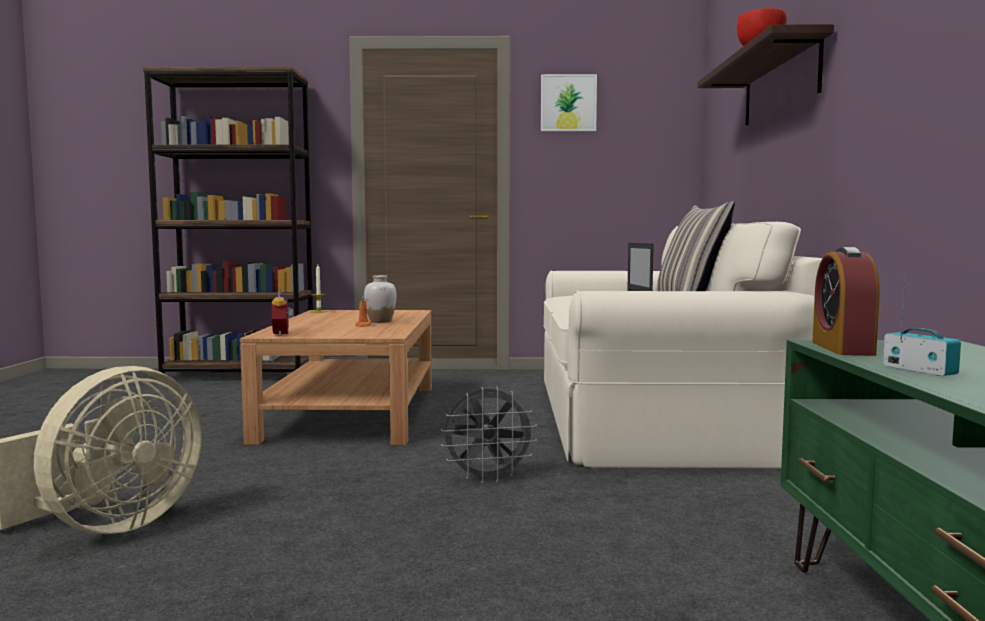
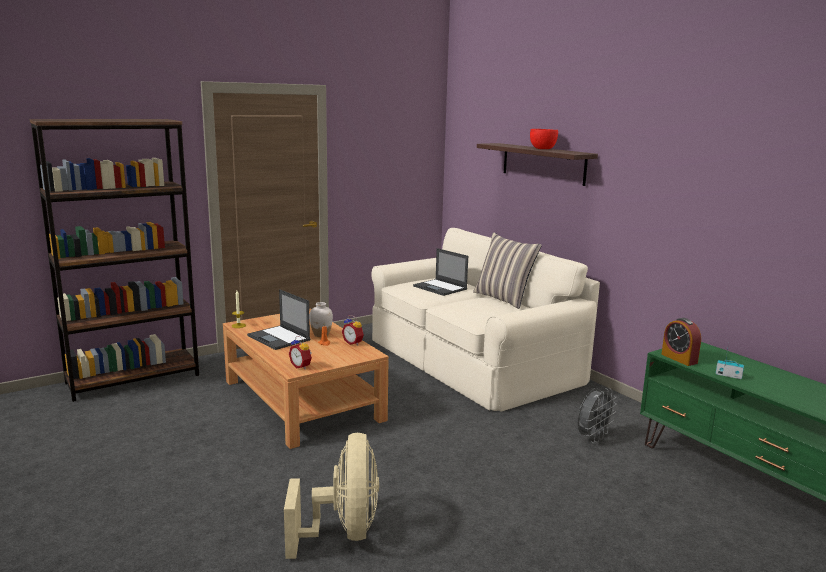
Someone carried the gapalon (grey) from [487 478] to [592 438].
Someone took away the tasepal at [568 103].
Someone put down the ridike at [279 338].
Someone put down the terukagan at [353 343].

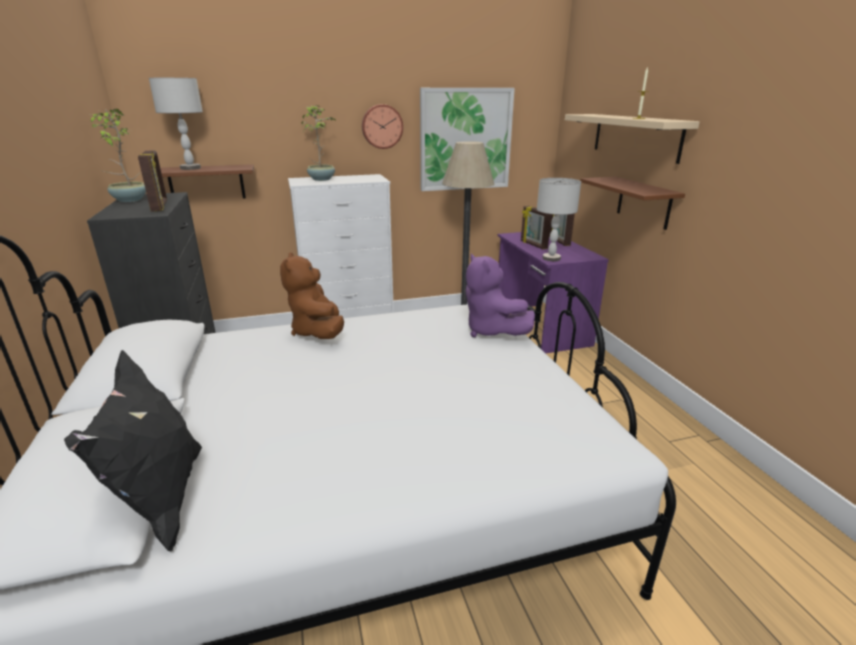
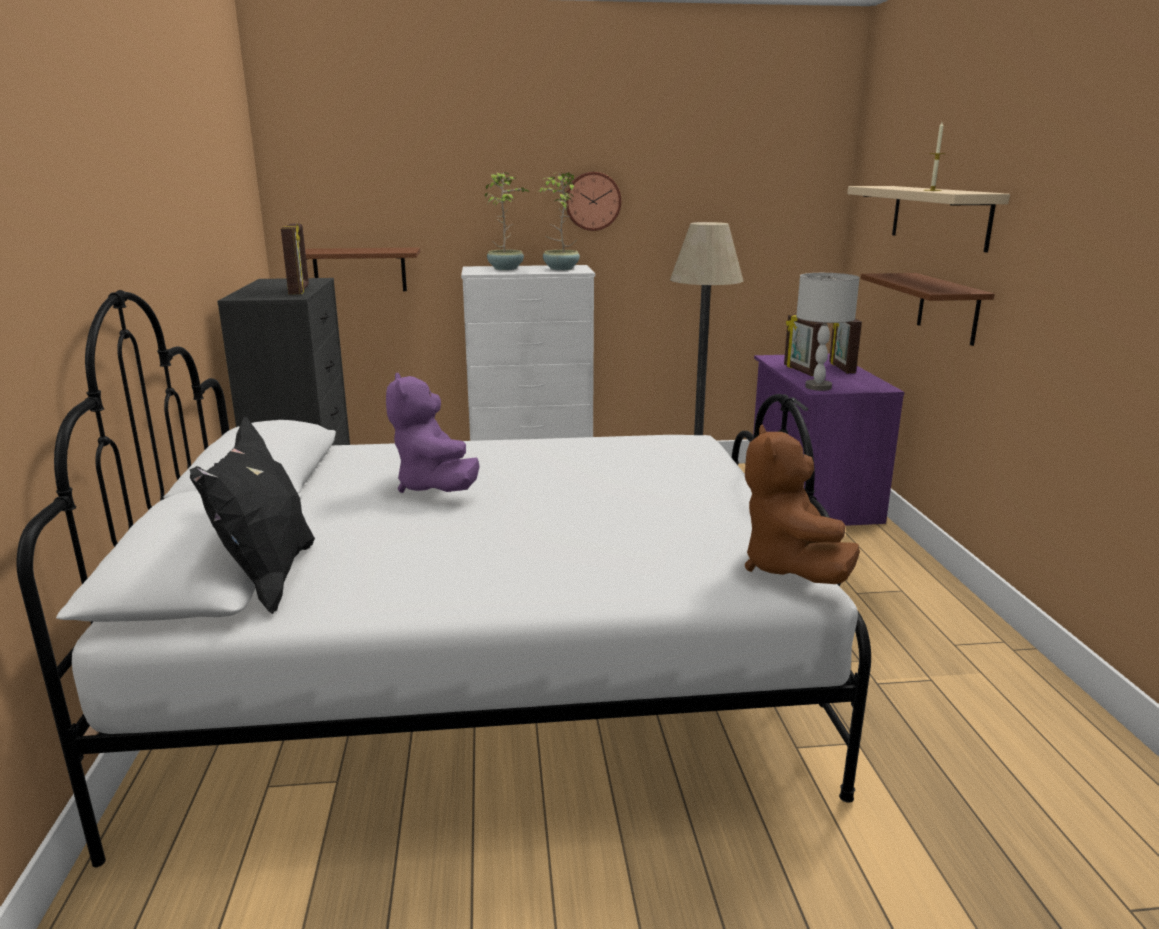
Someone carried the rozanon from [129 200] to [560 269].
Someone took away the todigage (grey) at [191 168].
Someone carried the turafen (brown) from [318 332] to [789 568].
Someone took away the tasepal at [465 140].
Someone carried the turafen (purple) from [491 331] to [435 487].

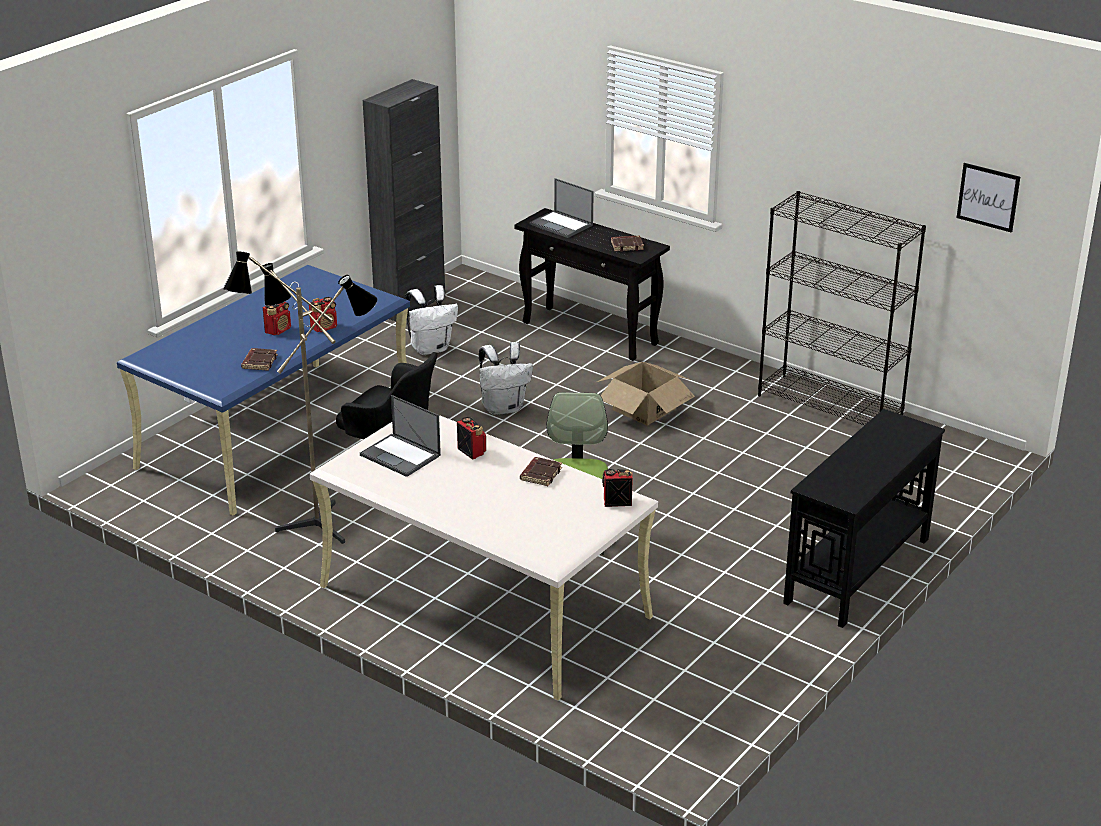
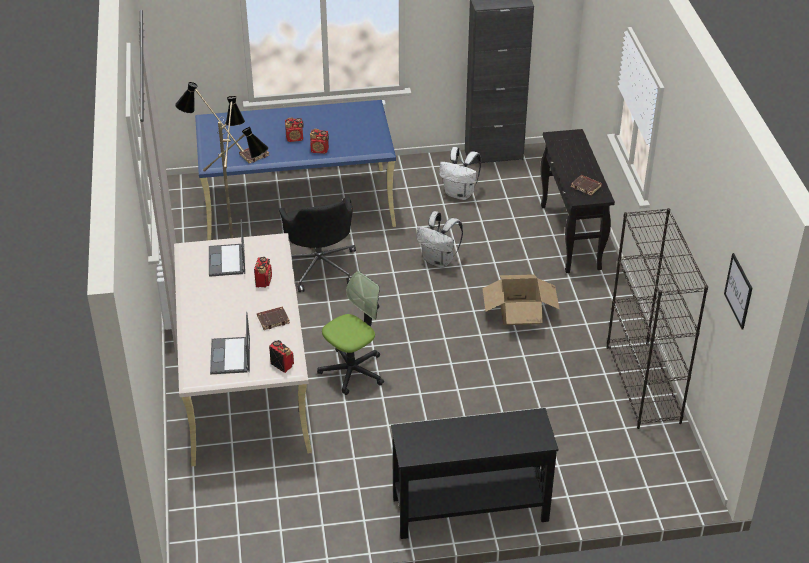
Someone carried the ridike from [562 225] to [230 356].

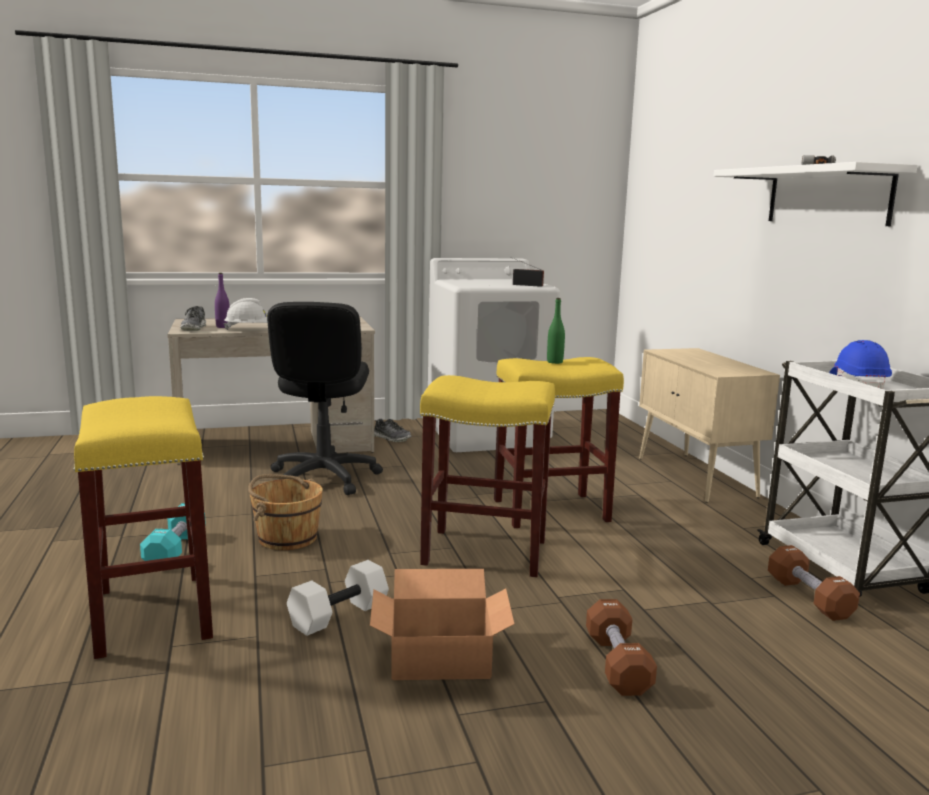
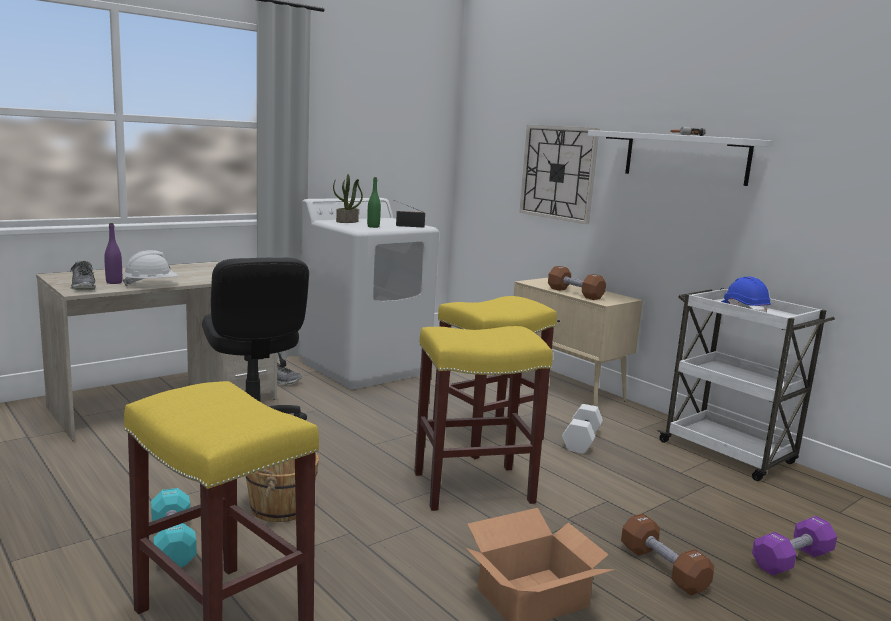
Someone carried the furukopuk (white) from [338 614] to [580 440].
Someone carried the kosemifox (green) from [555 362] to [373 227].
Someone carried the furukopuk (brown) from [809 597] to [575 293].
Someone put down the rozanon at [347 221].
Someone put up the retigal at [558 173].
Someone put down the furukopuk (purple) at [791 560].

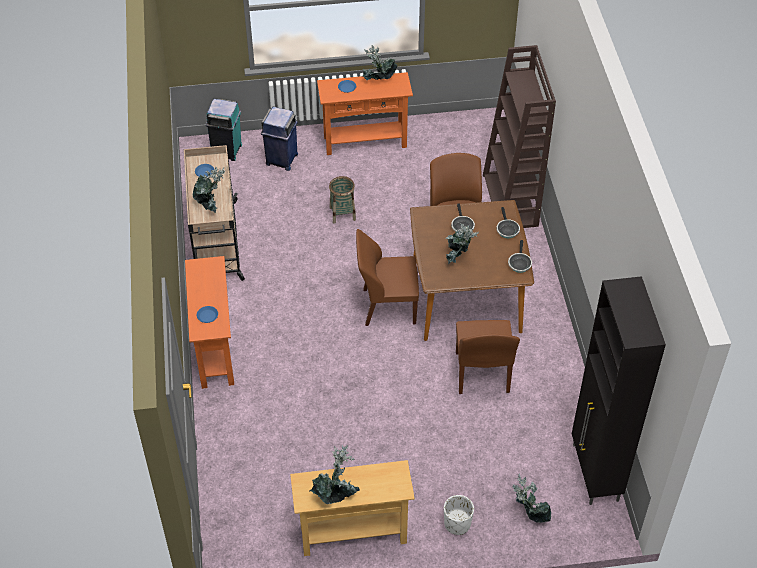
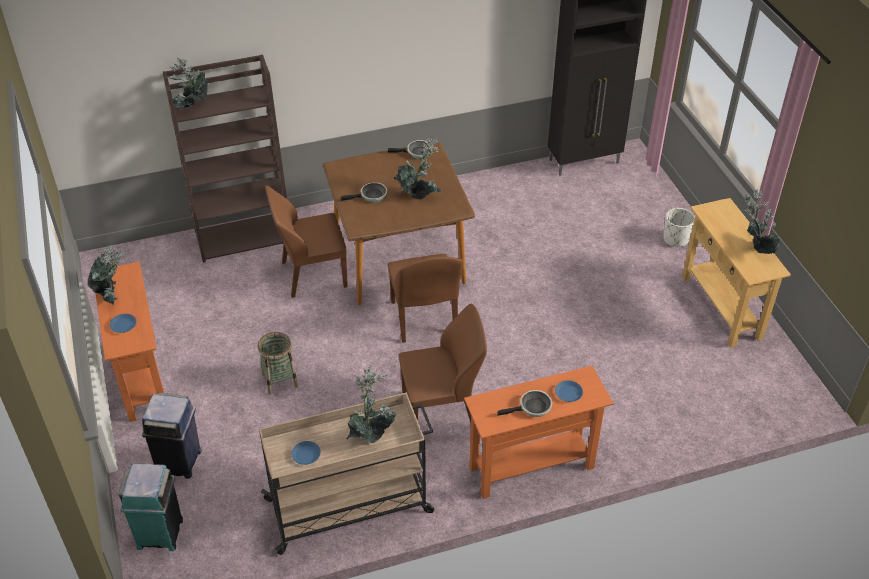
Someone carried the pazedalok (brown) from [482 374] to [441 409].
Someone carried the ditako from [507 229] to [532 408].
Someone carried the rozanon from [528 514] to [193 108].

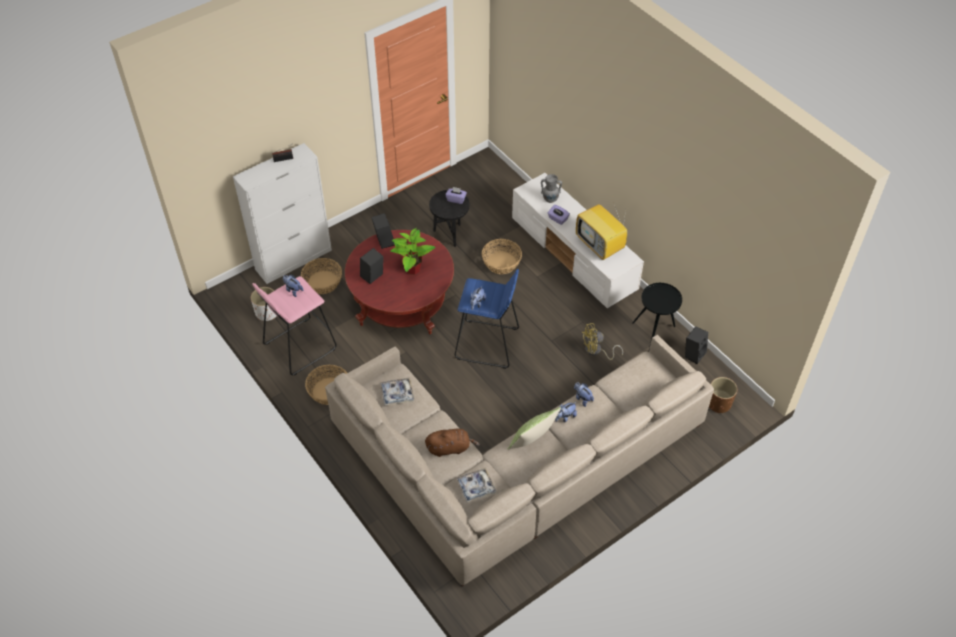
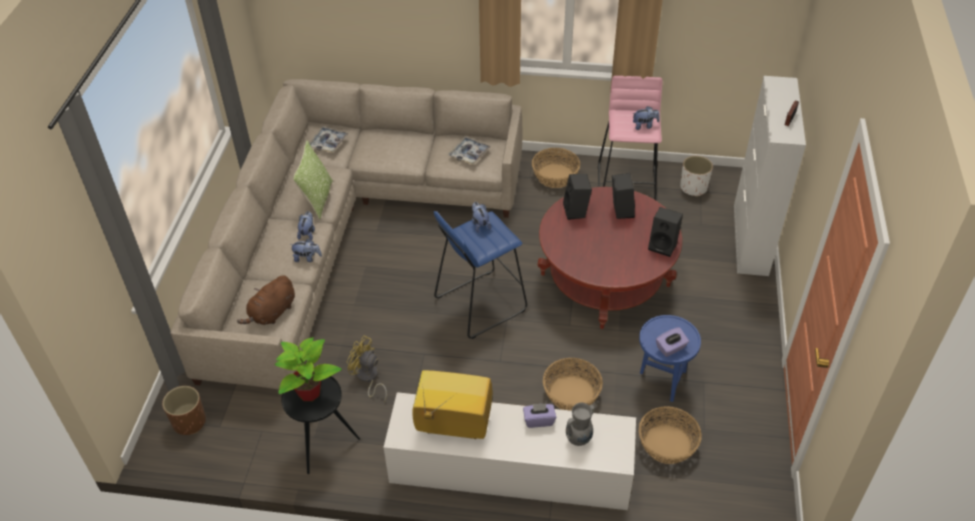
Someone carried the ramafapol from [322 282] to [667 444].
Someone carried the rozanon from [412 269] to [309 392].
Someone carried the turafen (brown) from [450 448] to [272 313].
Someone repainted the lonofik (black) at [450 235], which became the lonofik (blue) at [662 380].
Someone rotated the gapalon (yellow) at [596 351] by 90 degrees counterclockwise.
Someone carried the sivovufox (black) from [693 354] to [577 211].

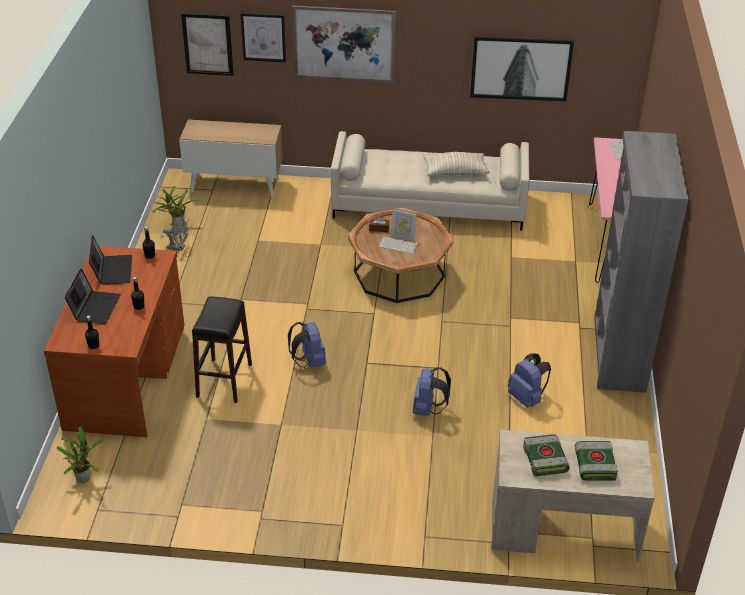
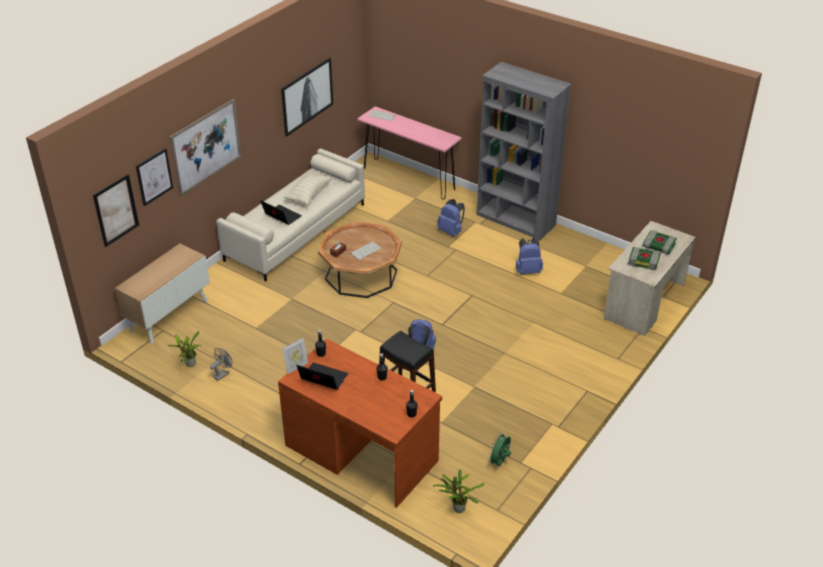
Someone carried the ridike from [95 307] to [281 216].
Someone carried the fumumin from [403 237] to [296 367].
Someone carried the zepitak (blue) from [428 409] to [451 231].
Someone put down the gapalon (green) at [499 462].

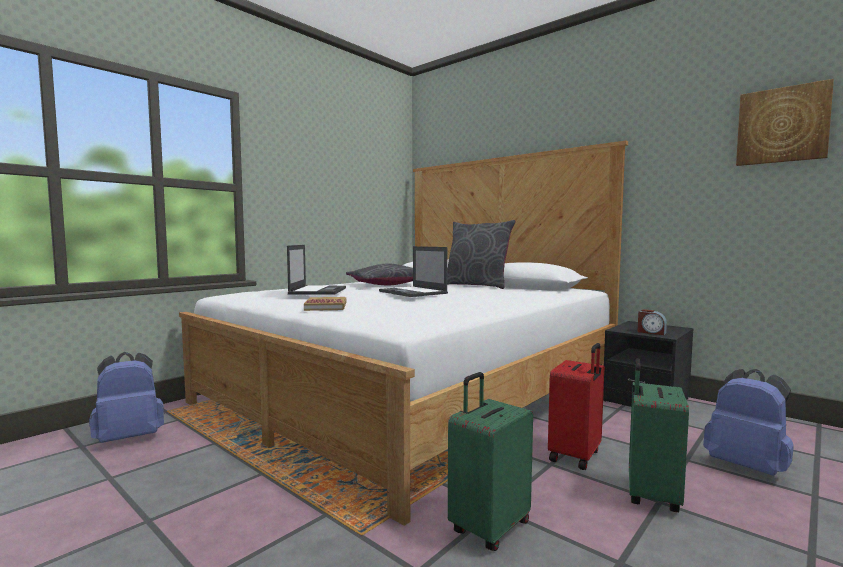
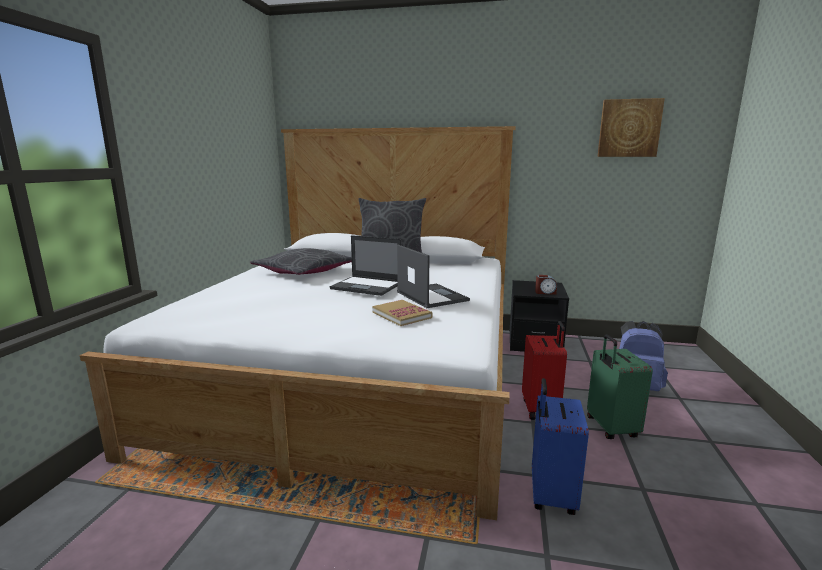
Someone took away the zepitak (blue) at [130 437].
Someone carried the ridike from [318 291] to [431 296].
Someone carried the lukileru from [326 306] to [401 315].
Someone repainted the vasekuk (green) at [488 527], which became the vasekuk (blue) at [550 495].

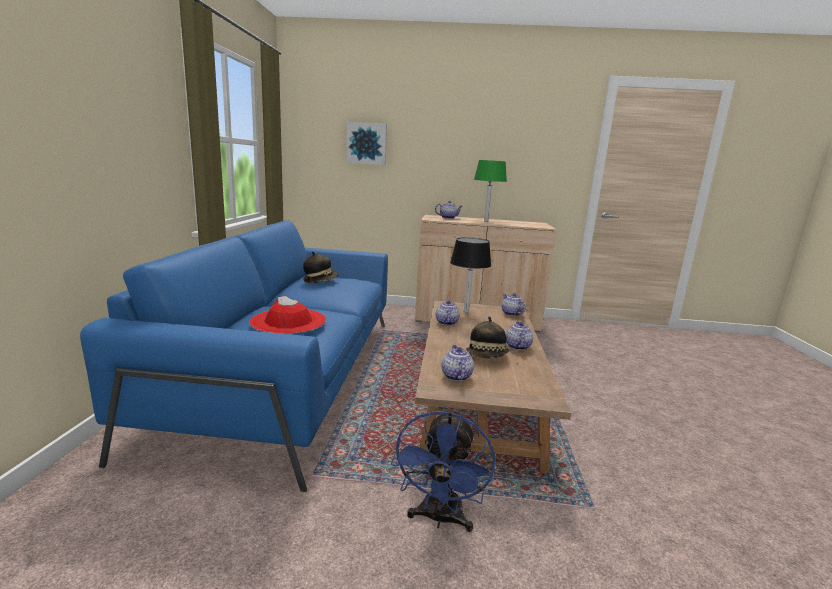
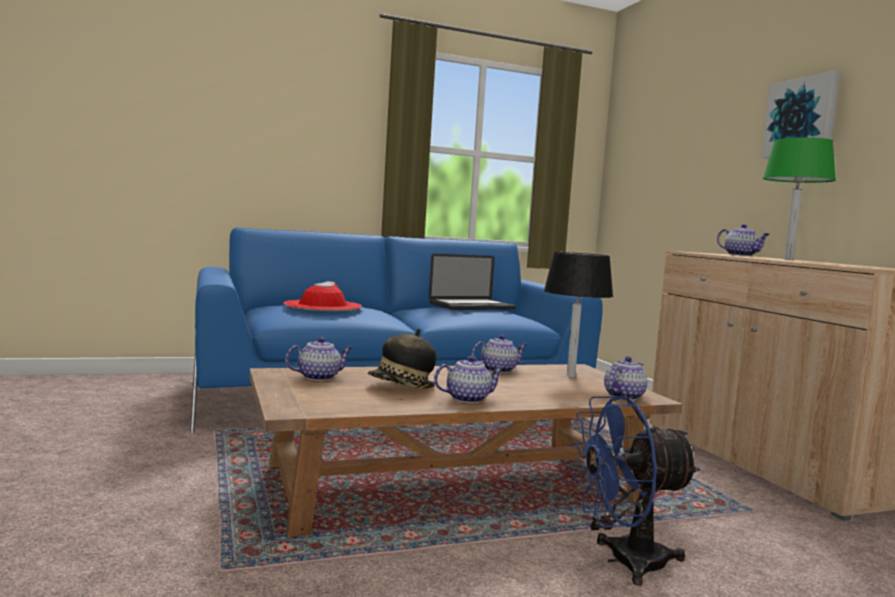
Someone swapped the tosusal at [320 280] for the ridike at [472 306].
Someone carried the tasepal from [367 143] to [801 117].
Someone carried the gapalon (blue) from [440 519] to [623 561].

